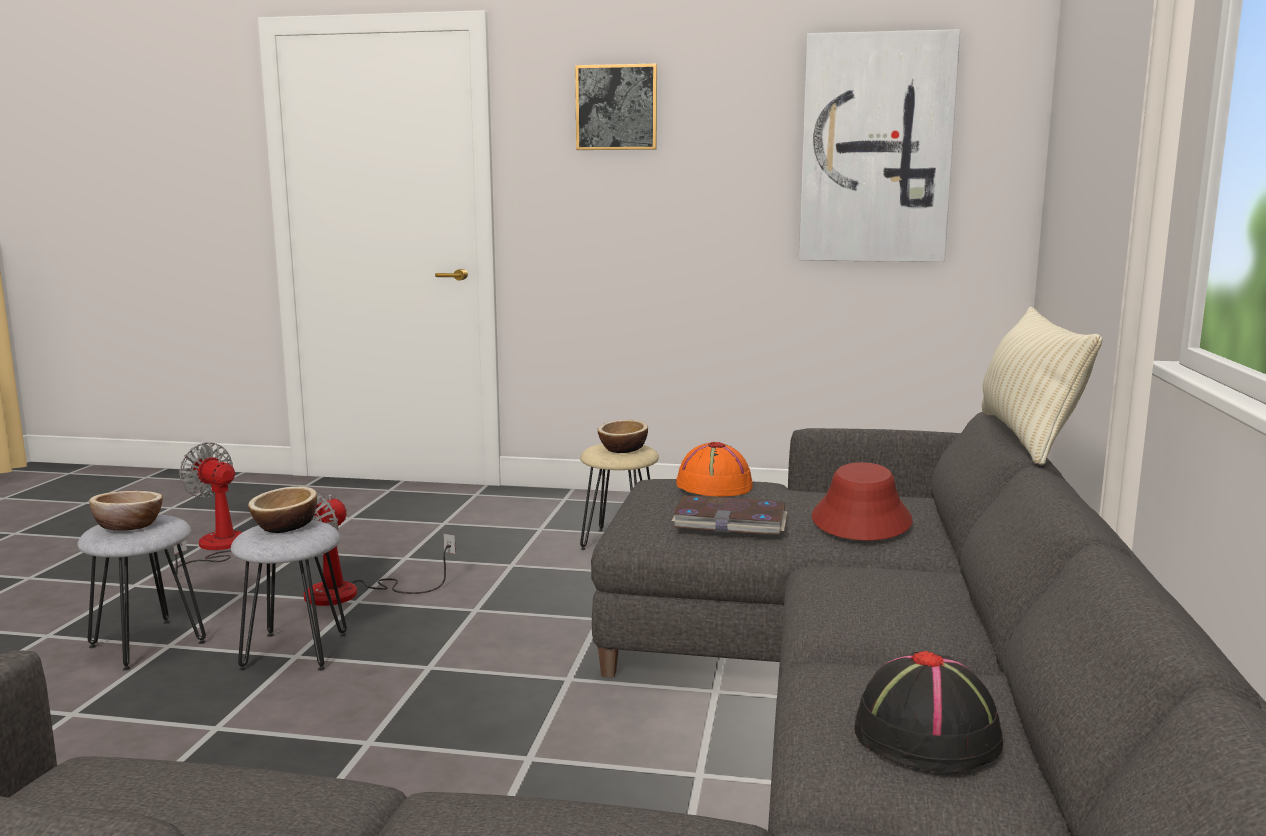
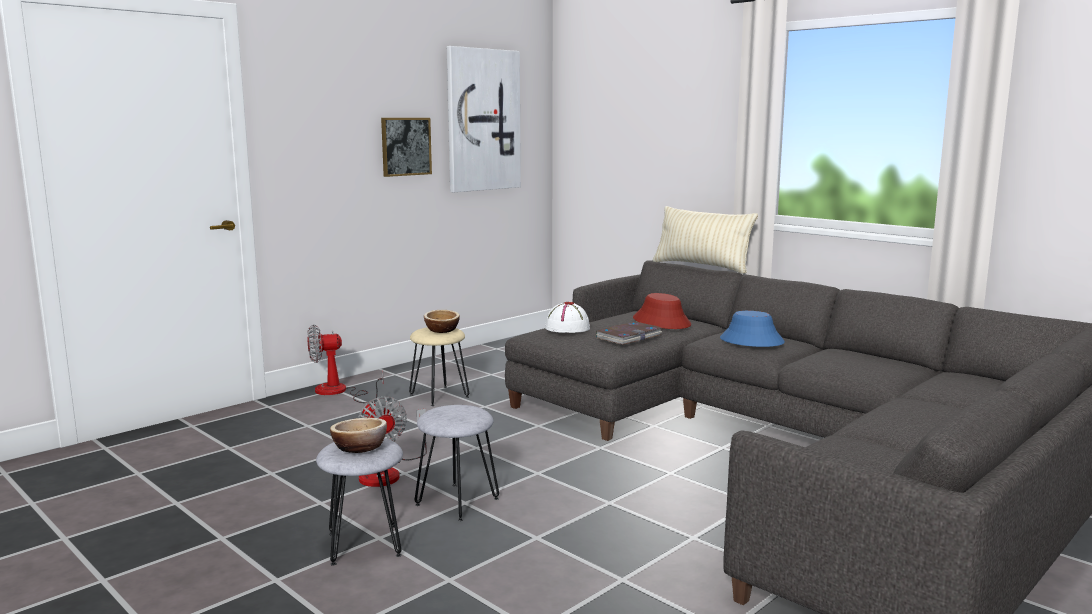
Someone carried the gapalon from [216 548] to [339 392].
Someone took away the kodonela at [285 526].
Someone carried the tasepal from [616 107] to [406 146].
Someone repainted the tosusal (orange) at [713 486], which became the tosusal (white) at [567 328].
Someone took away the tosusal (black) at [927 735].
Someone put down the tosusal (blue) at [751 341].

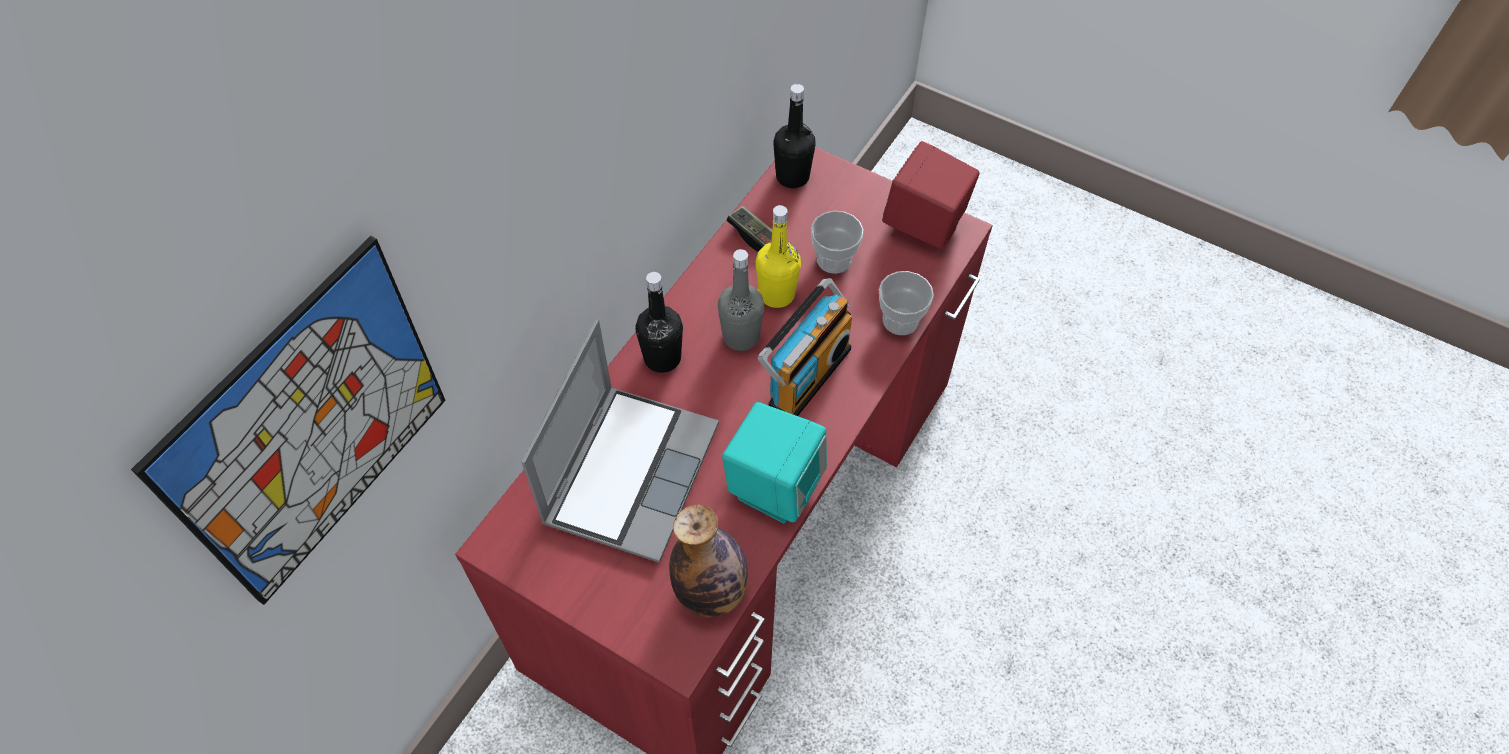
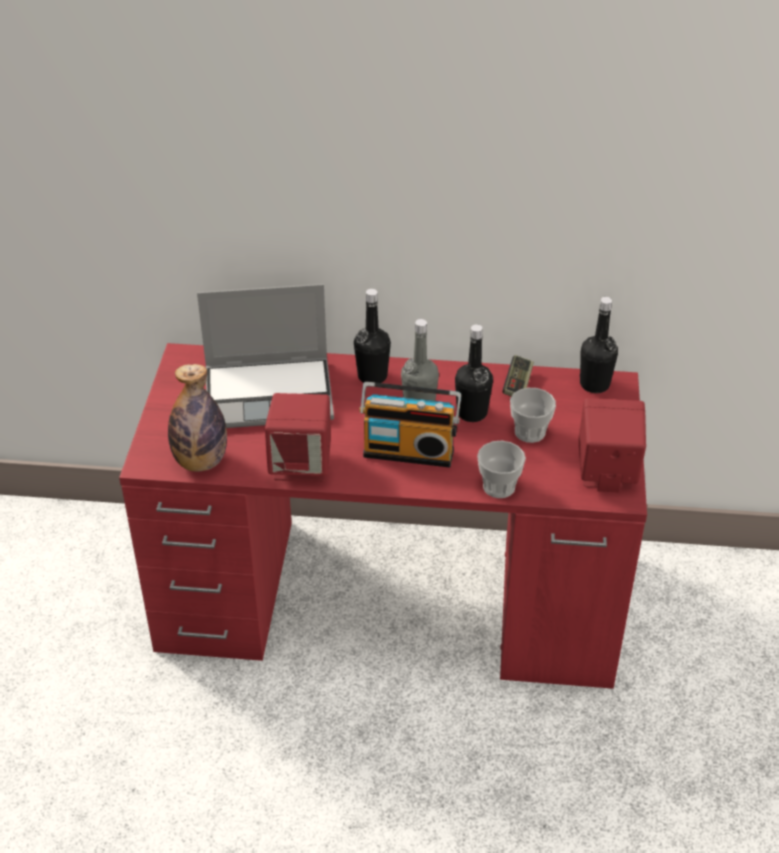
Someone took away the tasepal at [311 427].
Someone repainted the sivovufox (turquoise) at [774 486], which became the sivovufox (red) at [301 465].
Someone repainted the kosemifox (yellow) at [777 294], which became the kosemifox (black) at [472 413].

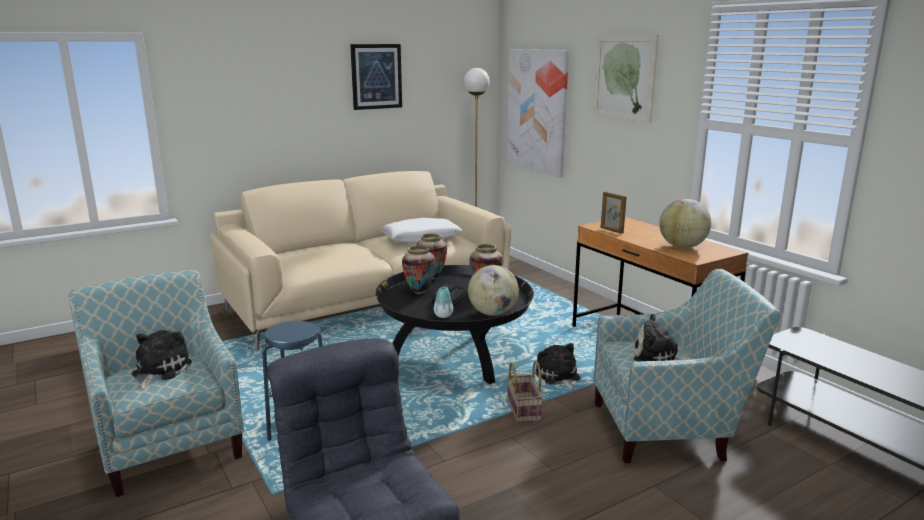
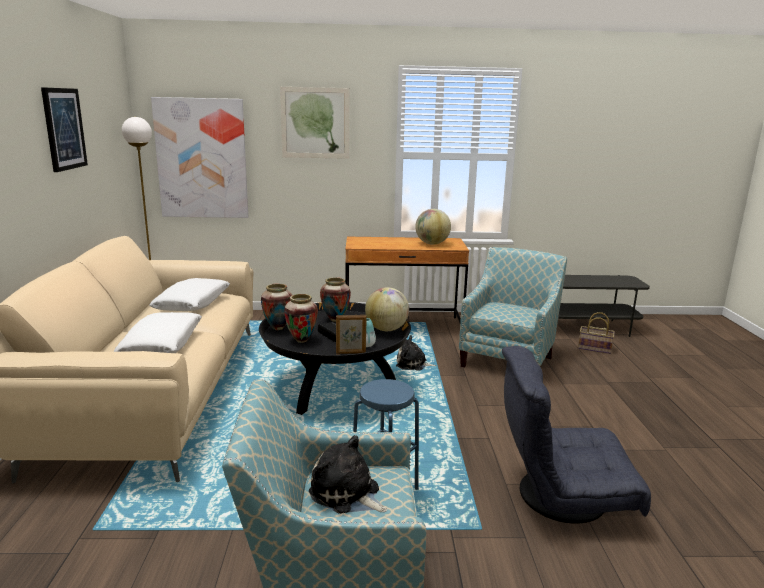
Someone carried the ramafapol from [522 409] to [593 348].
Someone carried the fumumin from [611 230] to [351 353].
Someone took away the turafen at [659 358].
Someone put down the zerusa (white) at [162 344].

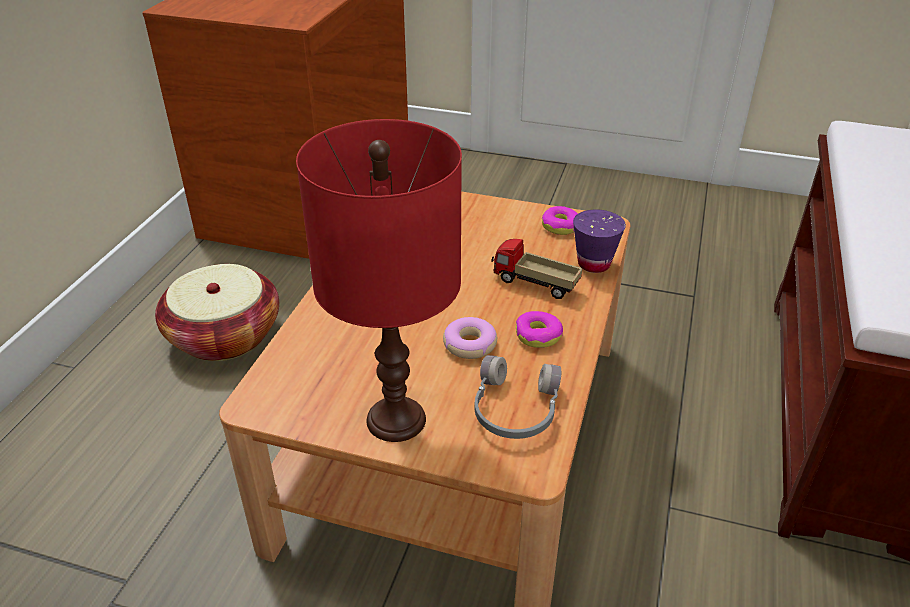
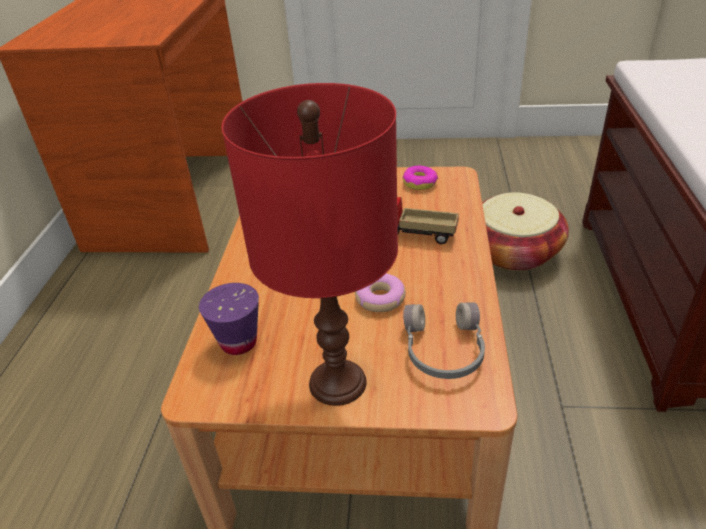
Someone carried the ramafapol from [225 336] to [513 251].
Someone took away the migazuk at [538 335].
Someone carried the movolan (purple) from [593 264] to [238 342].

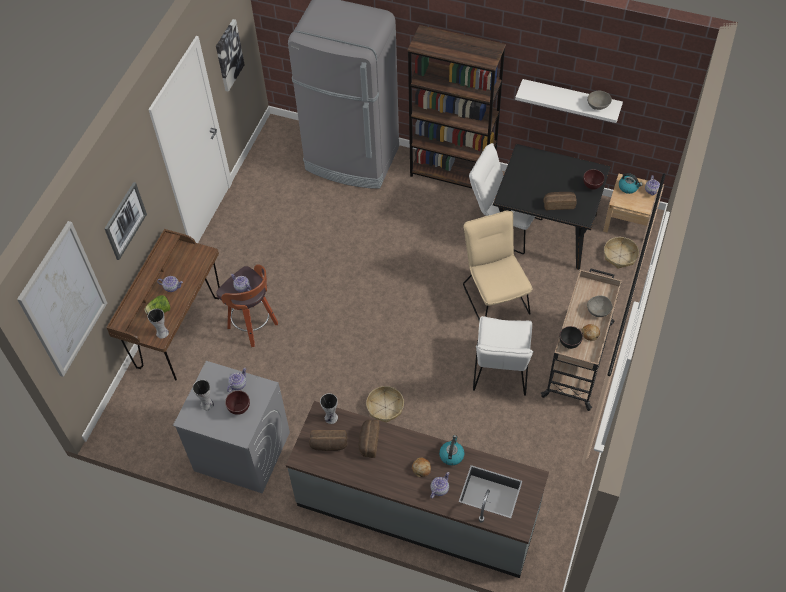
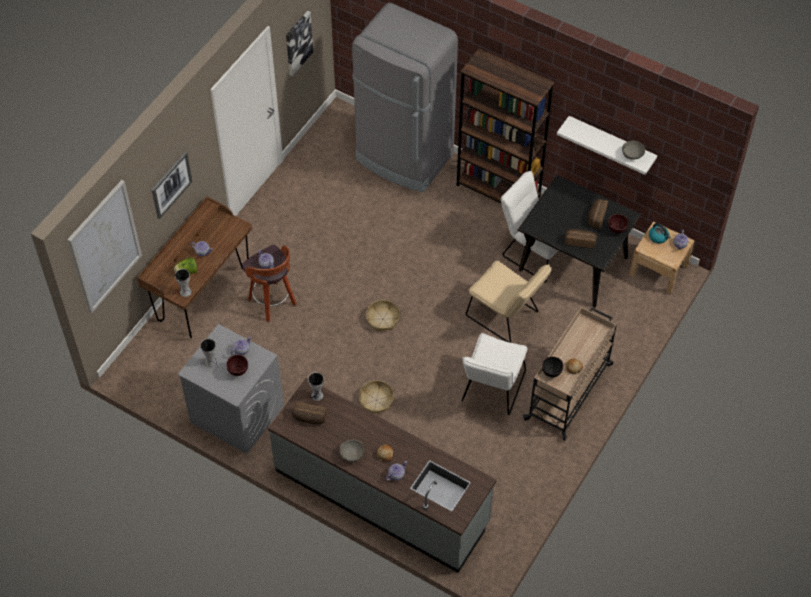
Someone carried the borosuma from [368 442] to [596 217].
Someone took away the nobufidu at [451 455].
Someone rotated the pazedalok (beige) at [494 295] by 135 degrees clockwise.
Someone carried the kodonela (grey) from [598 311] to [351 455].
Someone carried the ramafapol from [620 256] to [383 319].

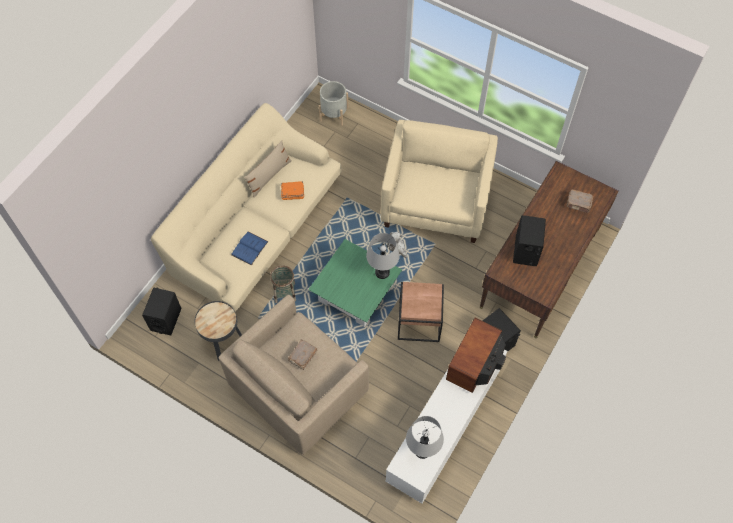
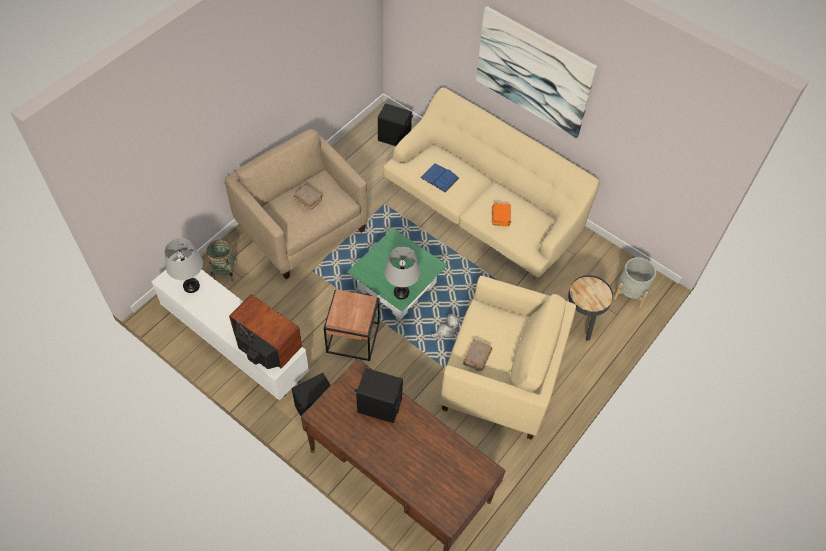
Someone carried the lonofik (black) from [223 342] to [579 323].
Someone took away the zerusa (beige) at [269 176].
Someone carried the ramafapol from [284 293] to [224 271].
Someone carried the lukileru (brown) from [579 204] to [476 358].
Someone put up the tasepal at [533 72].

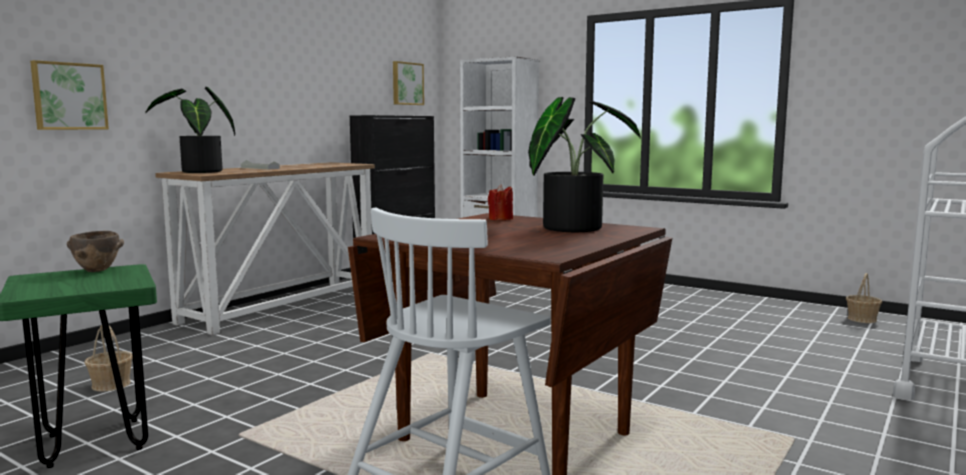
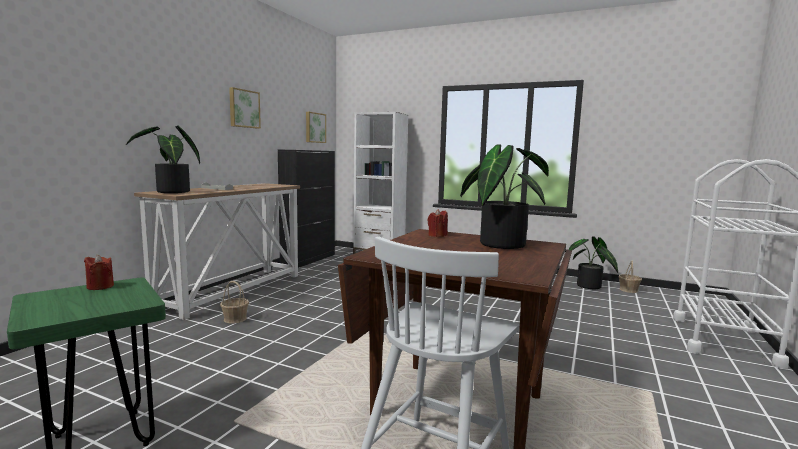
Someone carried the tasepal from [69 96] to [243 108].
Someone swapped the kodonela (brown) at [96 271] for the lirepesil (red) at [100 286].
Someone carried the ramafapol from [111 384] to [235 319].
Someone put down the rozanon at [589 287].

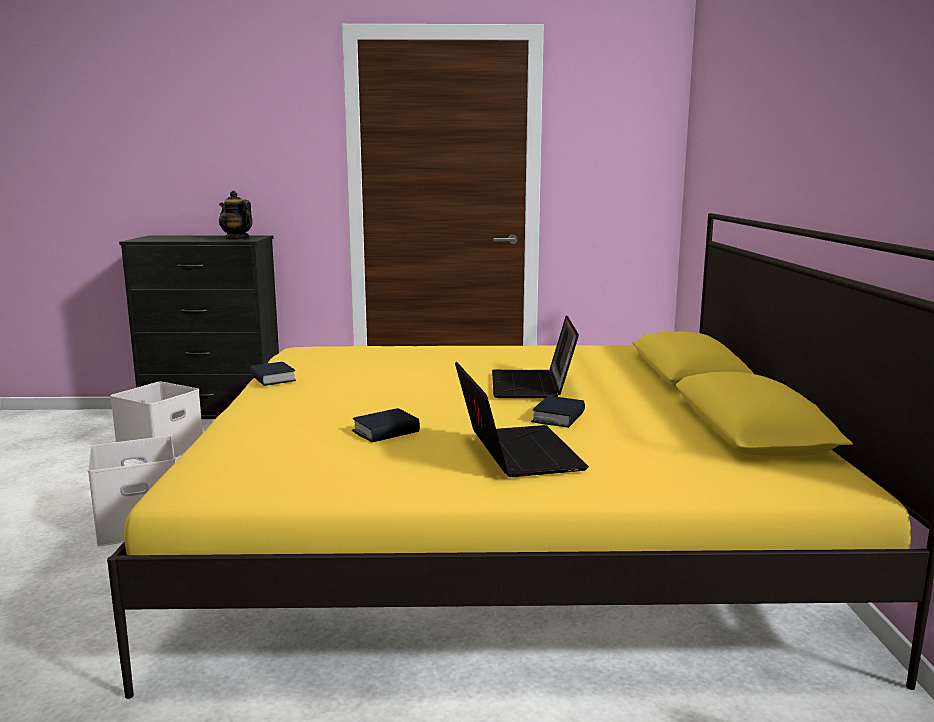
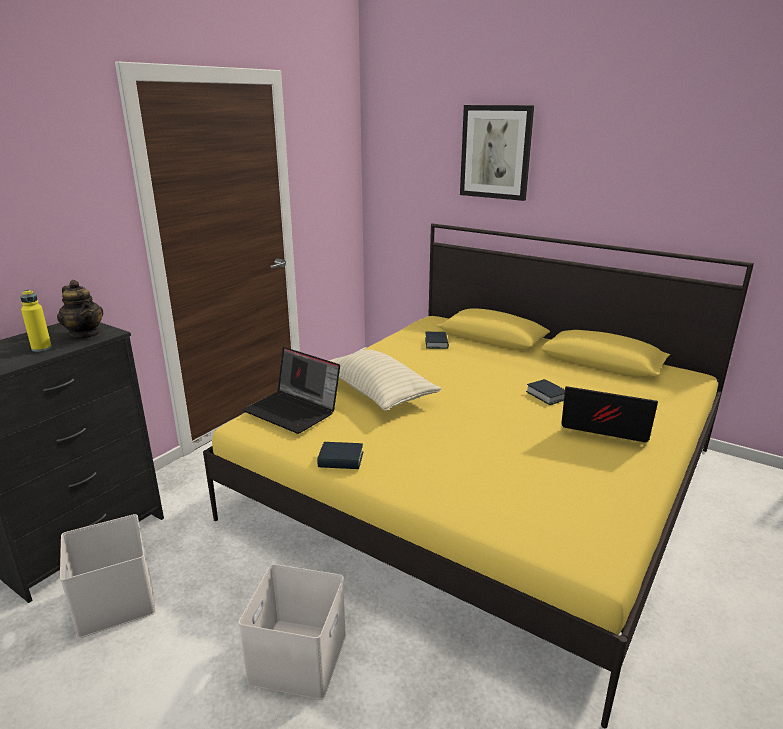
Someone rotated the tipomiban at [236 239] by 120 degrees counterclockwise.
Someone carried the lukileru from [386 432] to [436 343].
Someone carried the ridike from [533 386] to [294 411].
Someone put down the kosemifox (yellow) at [41 348].
Someone put down the zerusa (beige) at [377 393].
Someone put up the tasepal at [496 152].

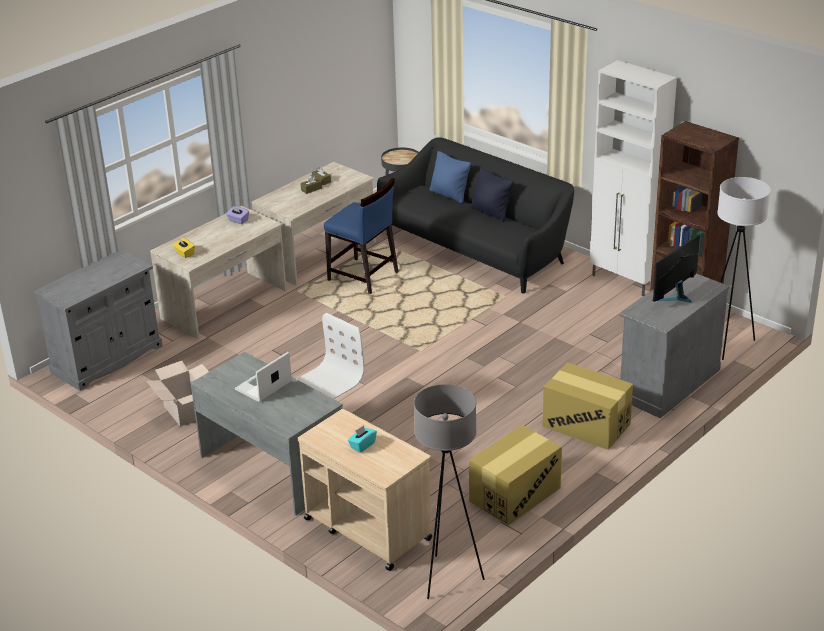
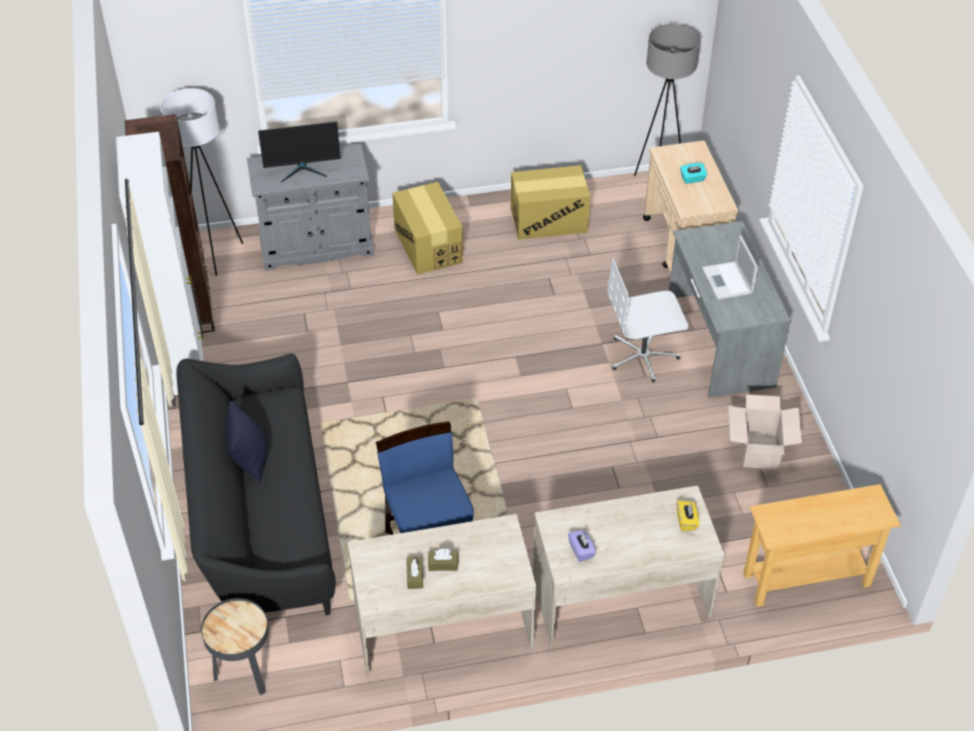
Someone swapped the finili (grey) at [107 359] for the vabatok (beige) at [806 579].
Someone rotated the ridike at [263 386] by 90 degrees clockwise.
Someone took away the zerusa (blue) at [449 195].

